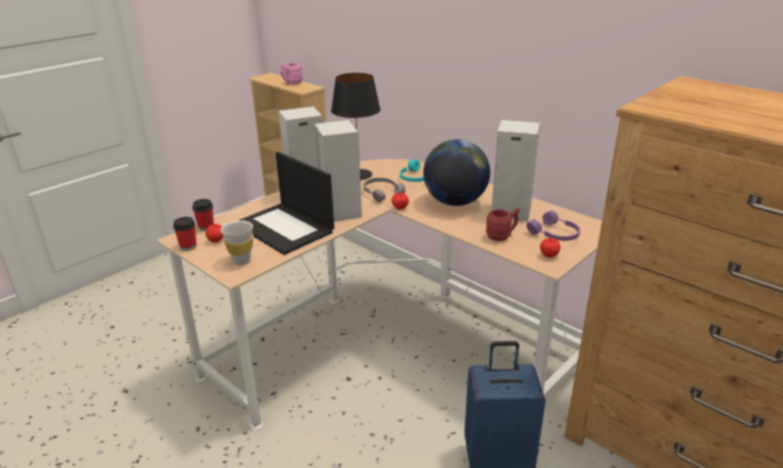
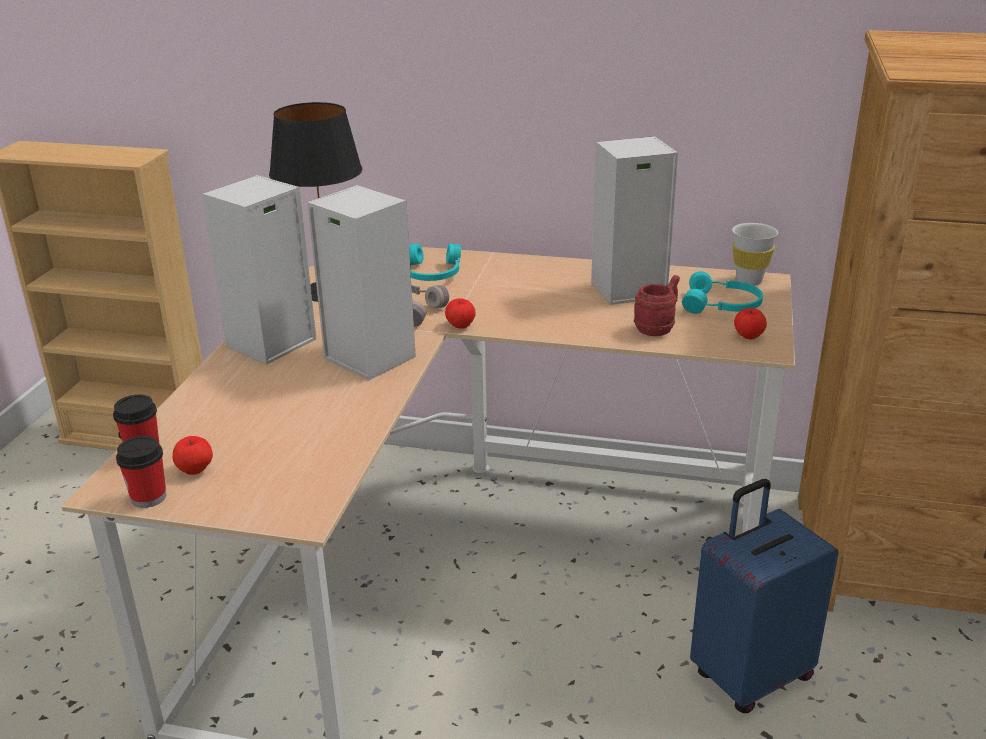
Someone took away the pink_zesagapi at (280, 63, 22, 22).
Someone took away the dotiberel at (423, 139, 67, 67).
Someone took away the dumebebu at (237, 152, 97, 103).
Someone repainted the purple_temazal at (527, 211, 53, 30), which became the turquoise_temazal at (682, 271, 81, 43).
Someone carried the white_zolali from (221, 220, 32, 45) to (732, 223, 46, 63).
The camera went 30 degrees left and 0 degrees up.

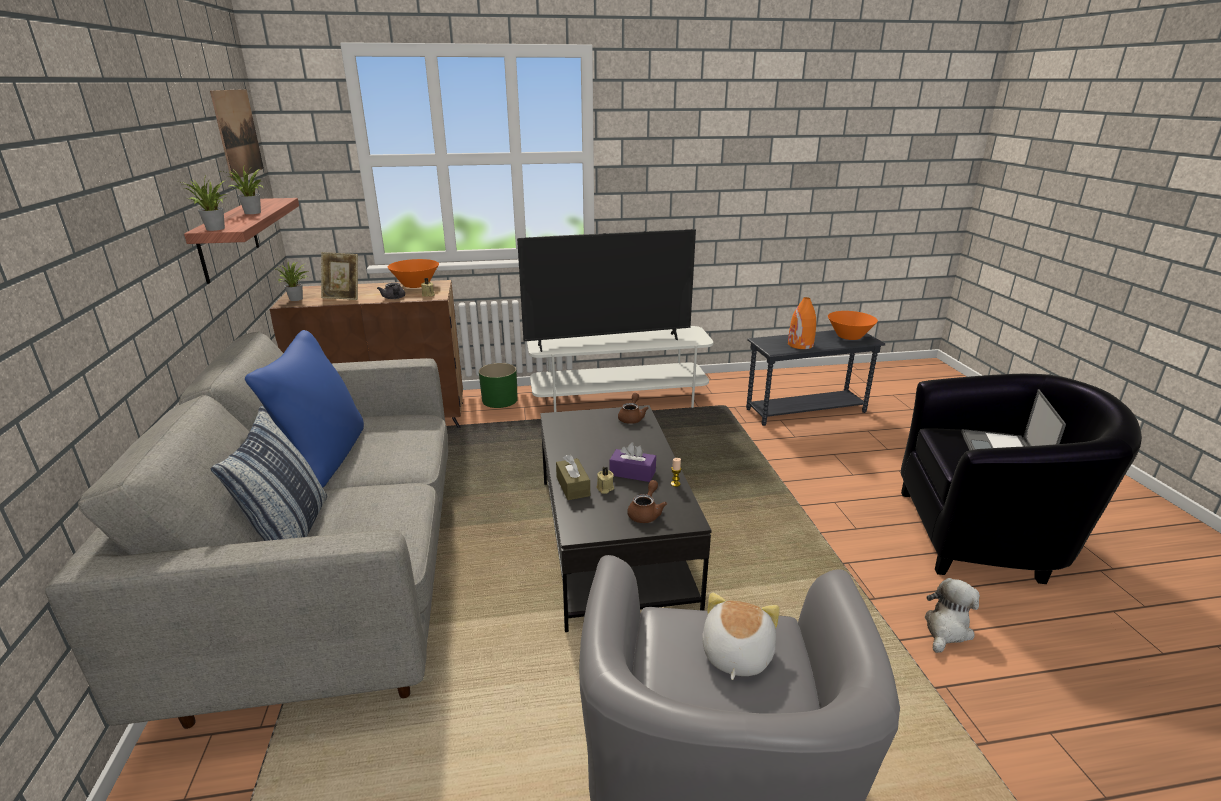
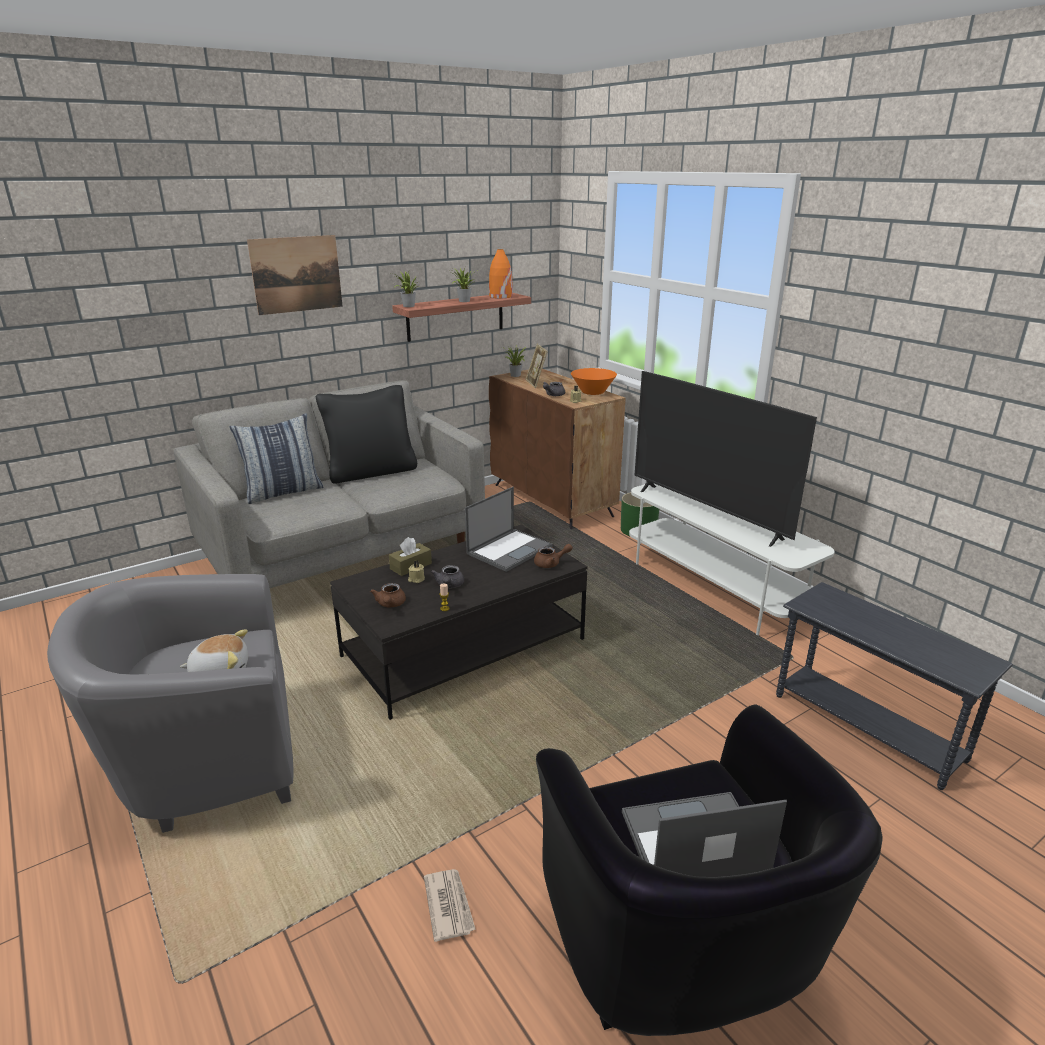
Someone carried the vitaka from (210, 89, 54, 92) to (247, 235, 96, 80).
Someone carried the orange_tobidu from (788, 297, 28, 52) to (489, 249, 24, 49).
Someone took away the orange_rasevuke at (828, 311, 50, 29).
Someone repainted the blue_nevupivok at (245, 330, 119, 158), which became the black_nevupivok at (316, 385, 101, 99).
Someone swapped the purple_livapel at (609, 442, 47, 40) for the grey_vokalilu at (431, 565, 33, 23).
Someone rotated the brown_vokalilu at (627, 480, 40, 43) by 90 degrees clockwise.
Someone swapped the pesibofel at (925, 578, 55, 75) for the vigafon at (424, 869, 52, 73).
Someone put down the dumebebu at (465, 487, 87, 85).
The camera went 65 degrees right and 0 degrees up.

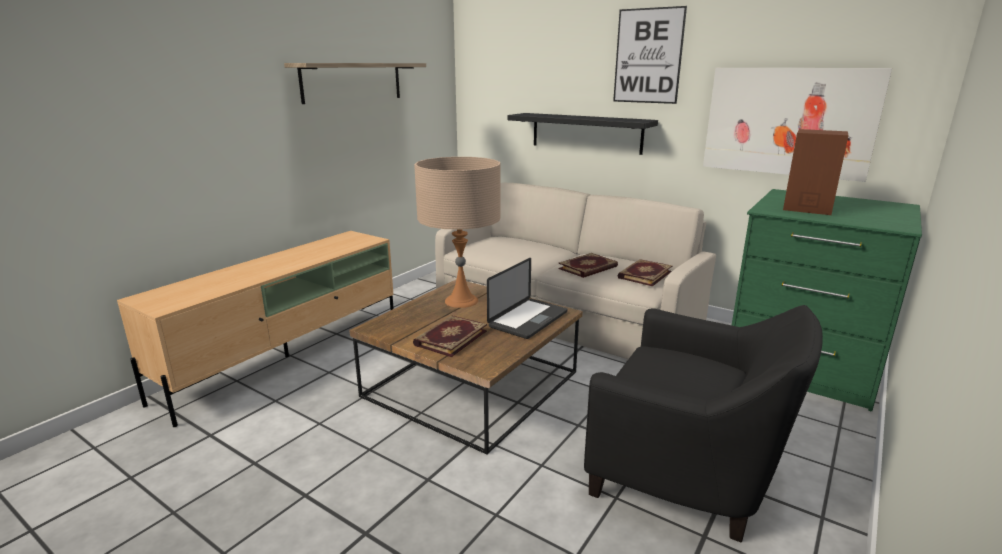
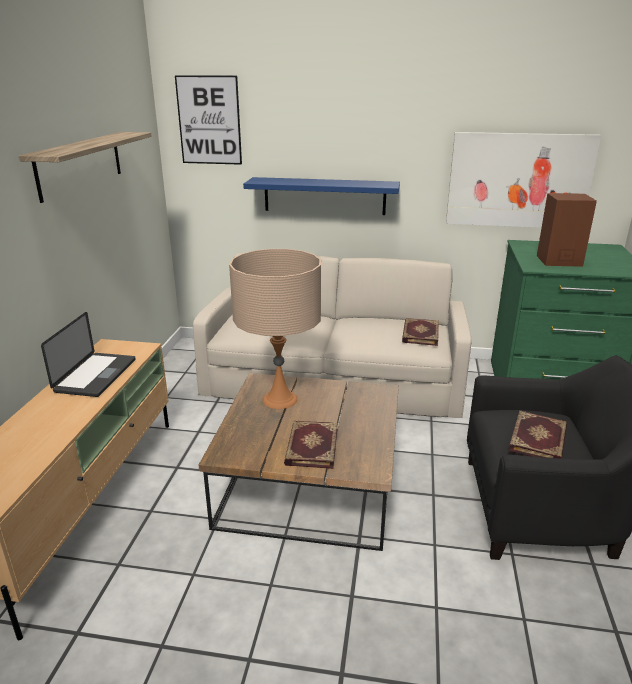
Someone carried the vitaka from (613, 6, 74, 98) to (175, 75, 67, 90).
Someone repainted the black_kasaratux at (507, 113, 151, 42), which became the blue_kasaratux at (243, 177, 157, 38).
Someone carried the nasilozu from (558, 253, 60, 25) to (509, 410, 58, 49).
Someone carried the dumebebu from (487, 258, 80, 81) to (41, 312, 94, 85).
The camera went 25 degrees left and 5 degrees up.

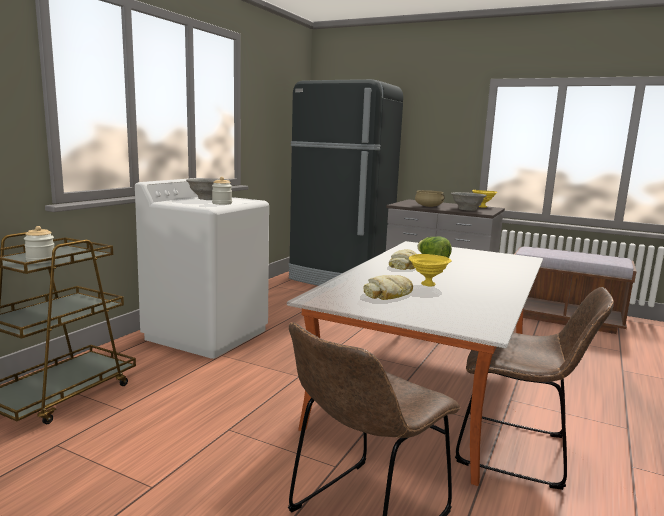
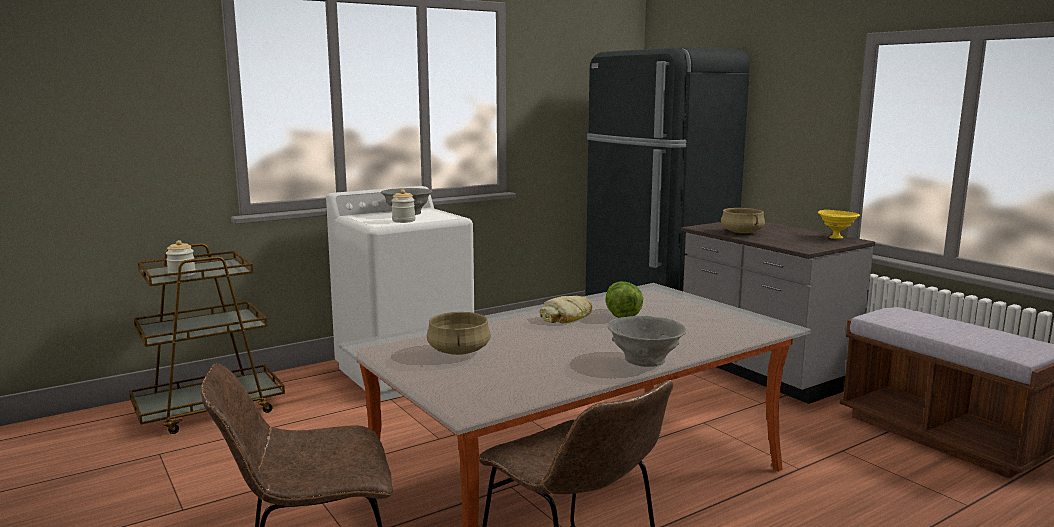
Someone carried the grey_rasevuke from (451, 192, 36, 19) to (608, 316, 78, 51).
Someone took away the yellow_rasevuke at (409, 254, 43, 32).
Someone swapped the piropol at (363, 275, 50, 25) for the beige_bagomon at (427, 312, 64, 43).
The camera went 30 degrees right and 0 degrees up.

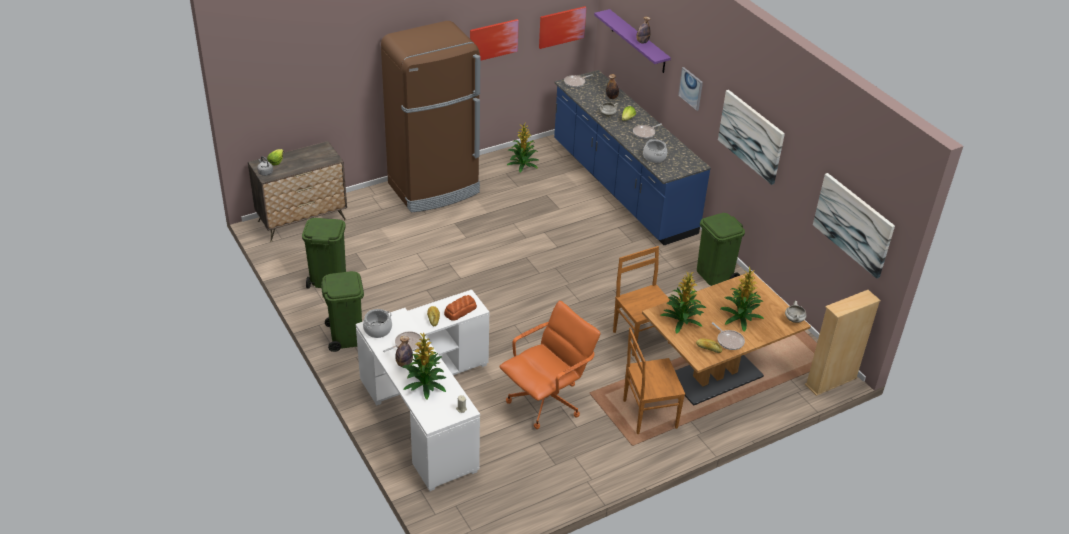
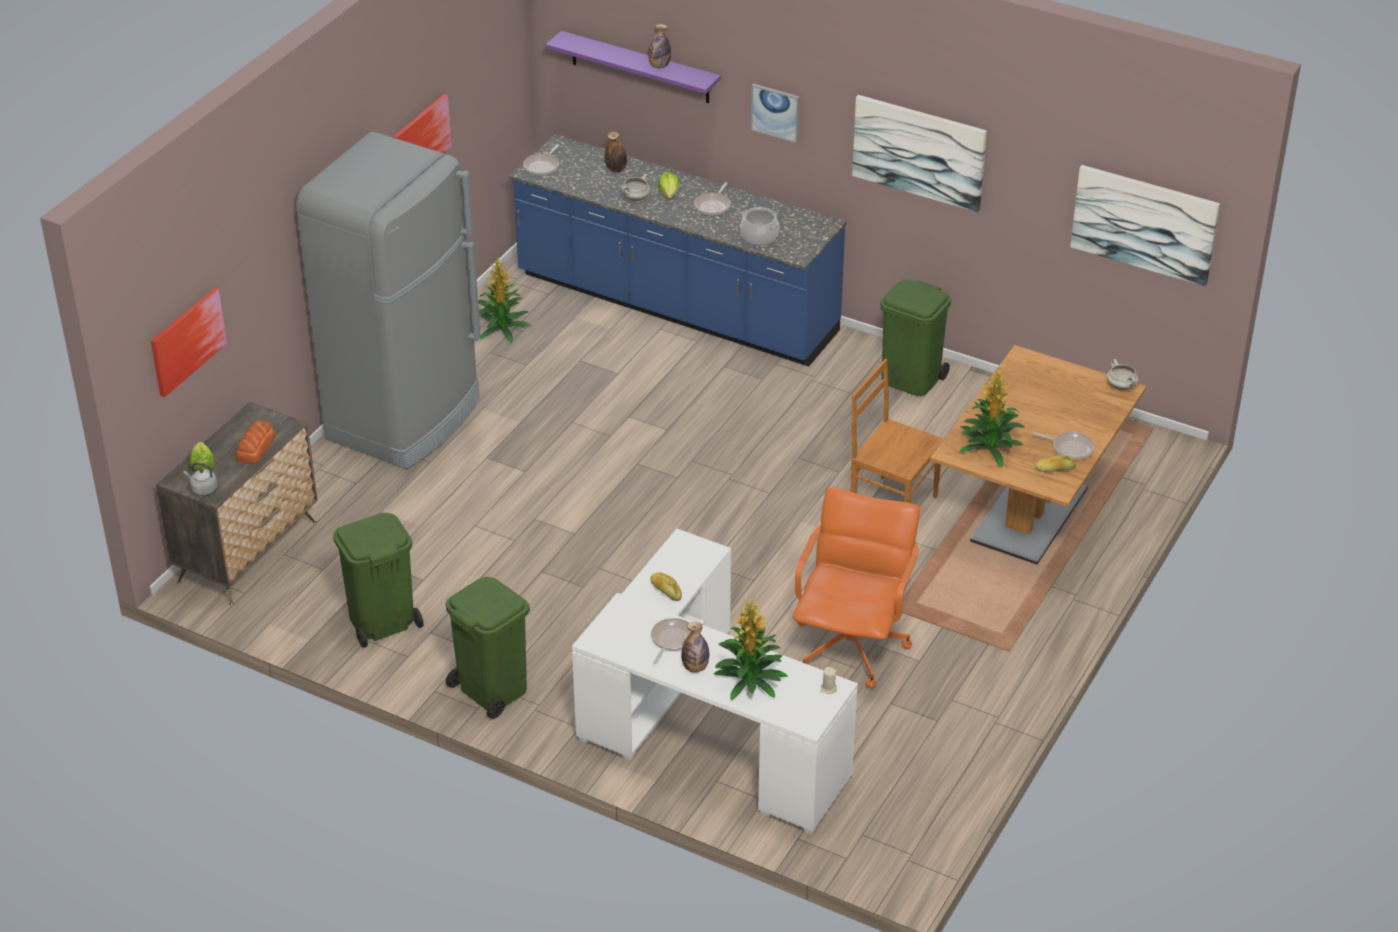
Someone carried the vitaka from (539, 6, 48, 43) to (151, 288, 76, 109).
Someone repainted the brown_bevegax at (381, 21, 99, 192), which became the grey_bevegax at (297, 132, 184, 337).
Someone took away the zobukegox at (721, 266, 43, 66).
Someone took away the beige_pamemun at (805, 290, 76, 106).
Someone carried the piropol from (444, 295, 33, 26) to (236, 421, 40, 43).
Someone took away the bagomon at (363, 309, 29, 29).
Someone took away the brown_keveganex at (623, 328, 62, 106).
The camera went 30 degrees left and 0 degrees up.

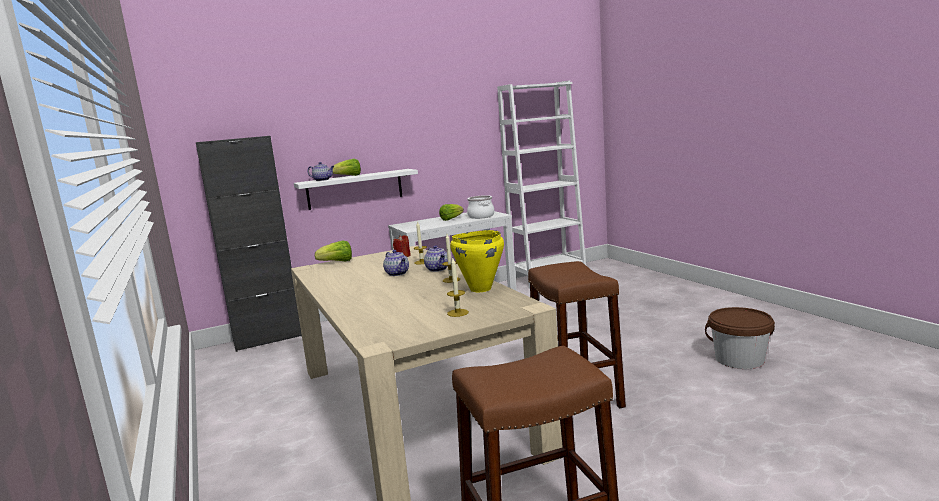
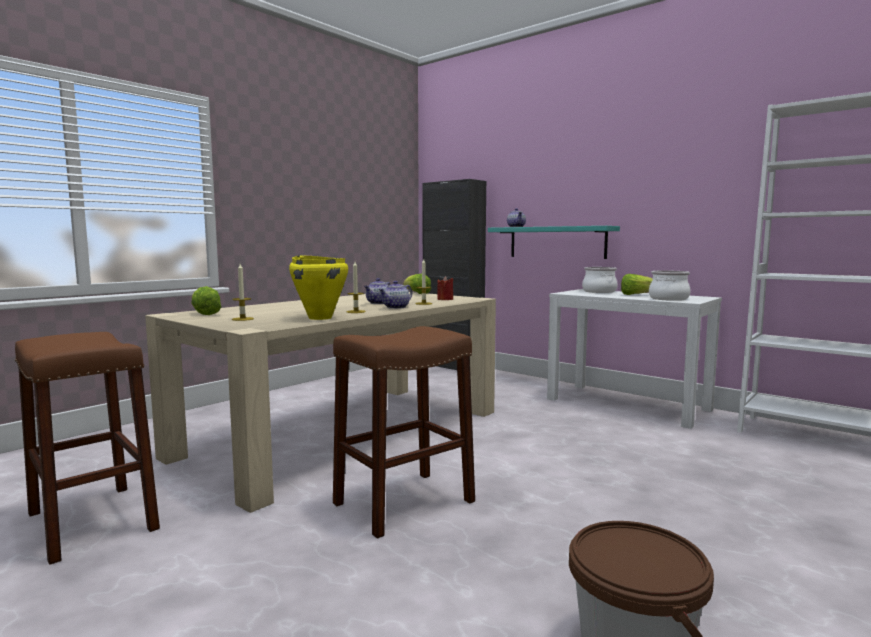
Someone carried the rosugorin from (333, 159, 28, 17) to (191, 286, 30, 29).
Someone repainted the white_kasaratux at (294, 169, 124, 41), which became the turquoise_kasaratux at (488, 226, 132, 33).
Someone put down the bagomon at (582, 267, 36, 26).
The camera went 65 degrees right and 5 degrees down.

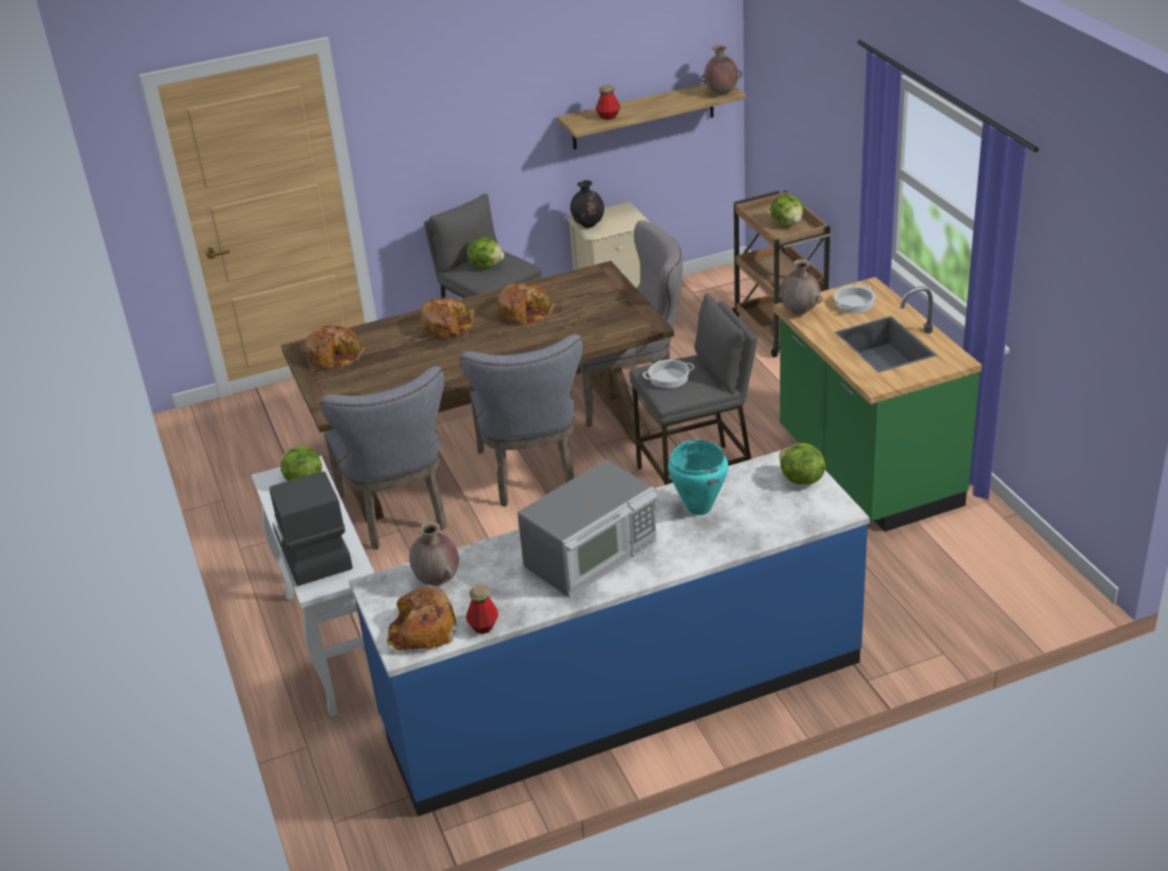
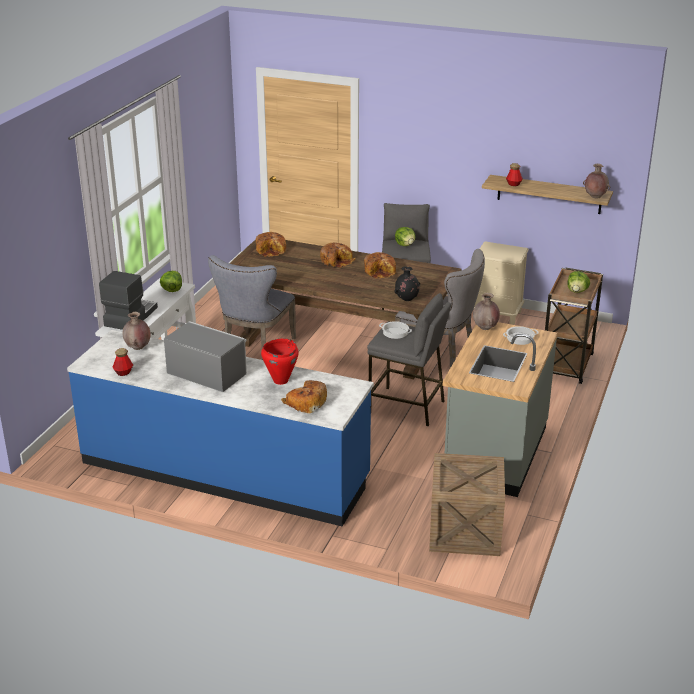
Someone carried the black_tobidu from (570, 180, 34, 48) to (394, 267, 26, 34).
Someone repainted the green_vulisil at (773, 277, 209, 255), which became the grey_vulisil at (442, 322, 115, 175).
Someone took away the grey_keveganex at (460, 334, 123, 172).
Someone repainted the turquoise_bagomon at (668, 440, 60, 75), which became the red_bagomon at (261, 338, 38, 47).
Someone took away the rosugorin at (779, 443, 47, 41).
Someone rotated the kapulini at (517, 459, 140, 138) by 150 degrees counterclockwise.
Someone carried the piropol from (386, 586, 71, 65) to (281, 380, 46, 34).
Someone put down the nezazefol at (429, 453, 76, 103).
The camera went 40 degrees right and 5 degrees down.

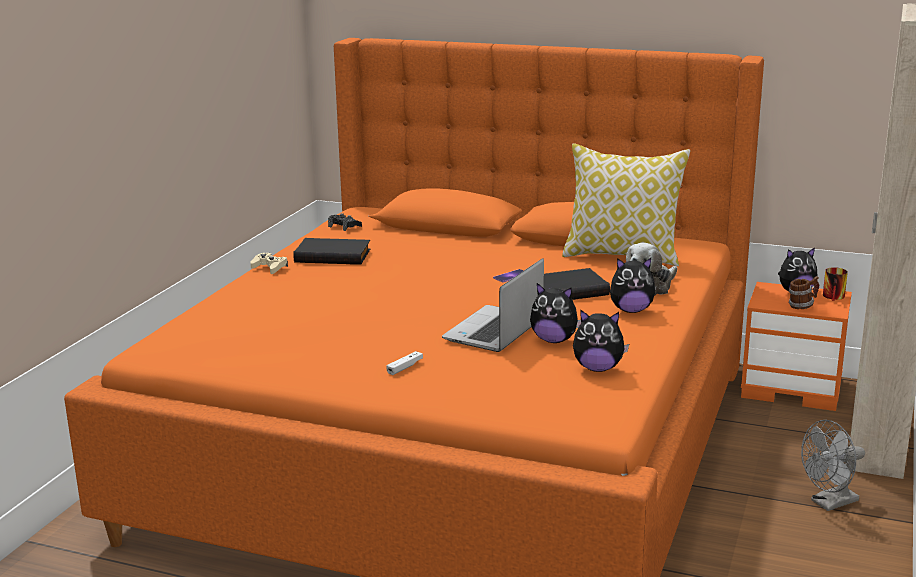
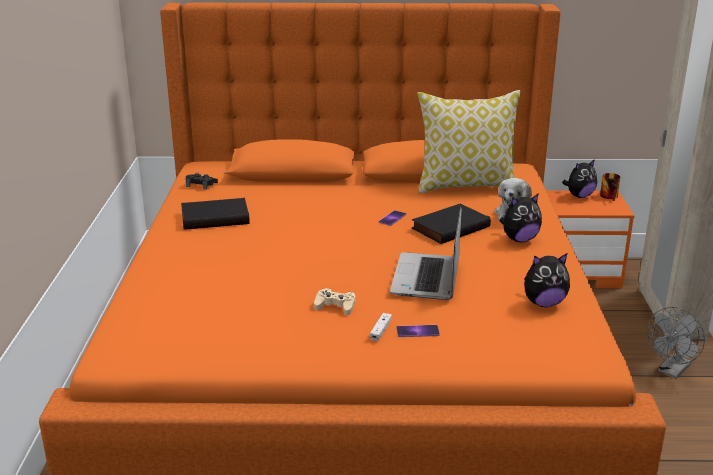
Someone carried the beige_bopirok from (250, 253, 38, 21) to (314, 288, 42, 28).
Someone took away the zesagapi at (788, 276, 31, 33).
Someone took away the pesibofel at (530, 283, 51, 60).
Someone put down the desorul at (396, 325, 44, 12).
The camera went 20 degrees left and 5 degrees up.

